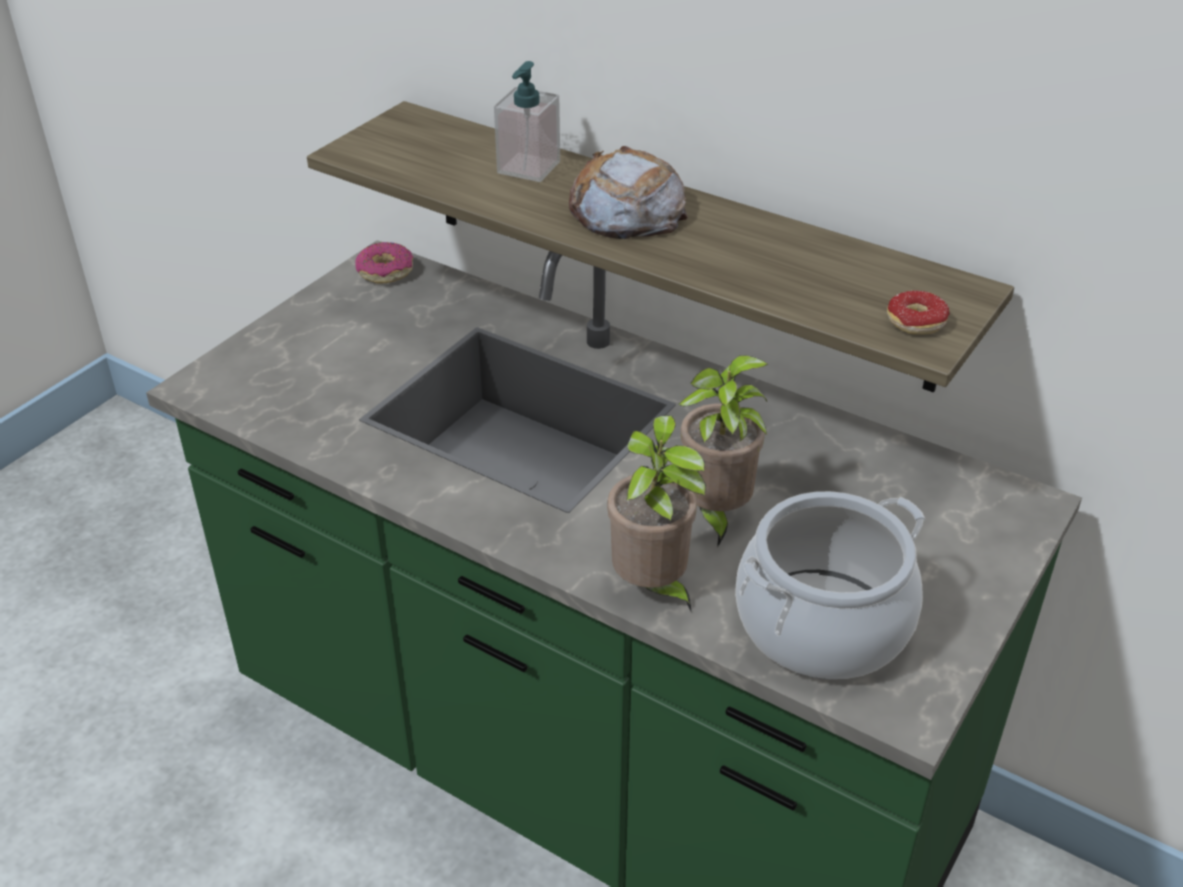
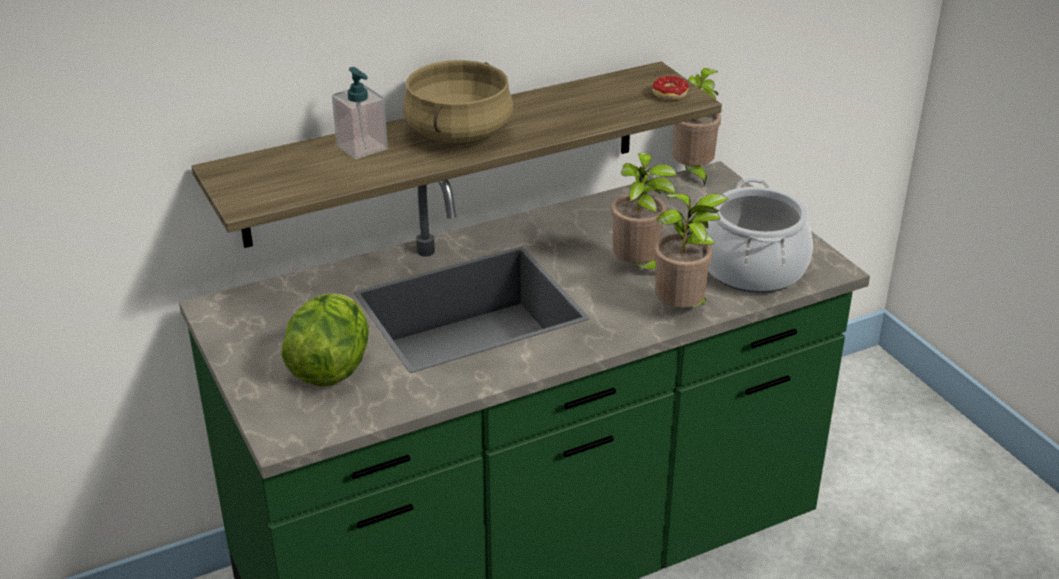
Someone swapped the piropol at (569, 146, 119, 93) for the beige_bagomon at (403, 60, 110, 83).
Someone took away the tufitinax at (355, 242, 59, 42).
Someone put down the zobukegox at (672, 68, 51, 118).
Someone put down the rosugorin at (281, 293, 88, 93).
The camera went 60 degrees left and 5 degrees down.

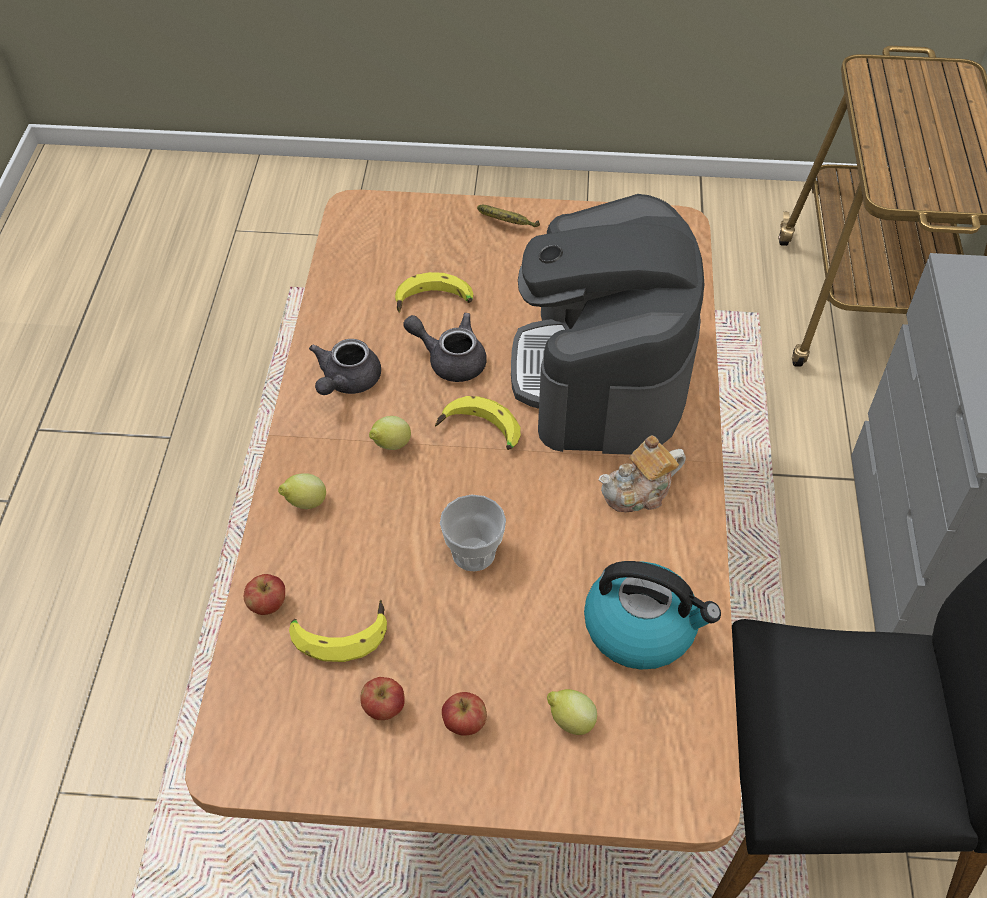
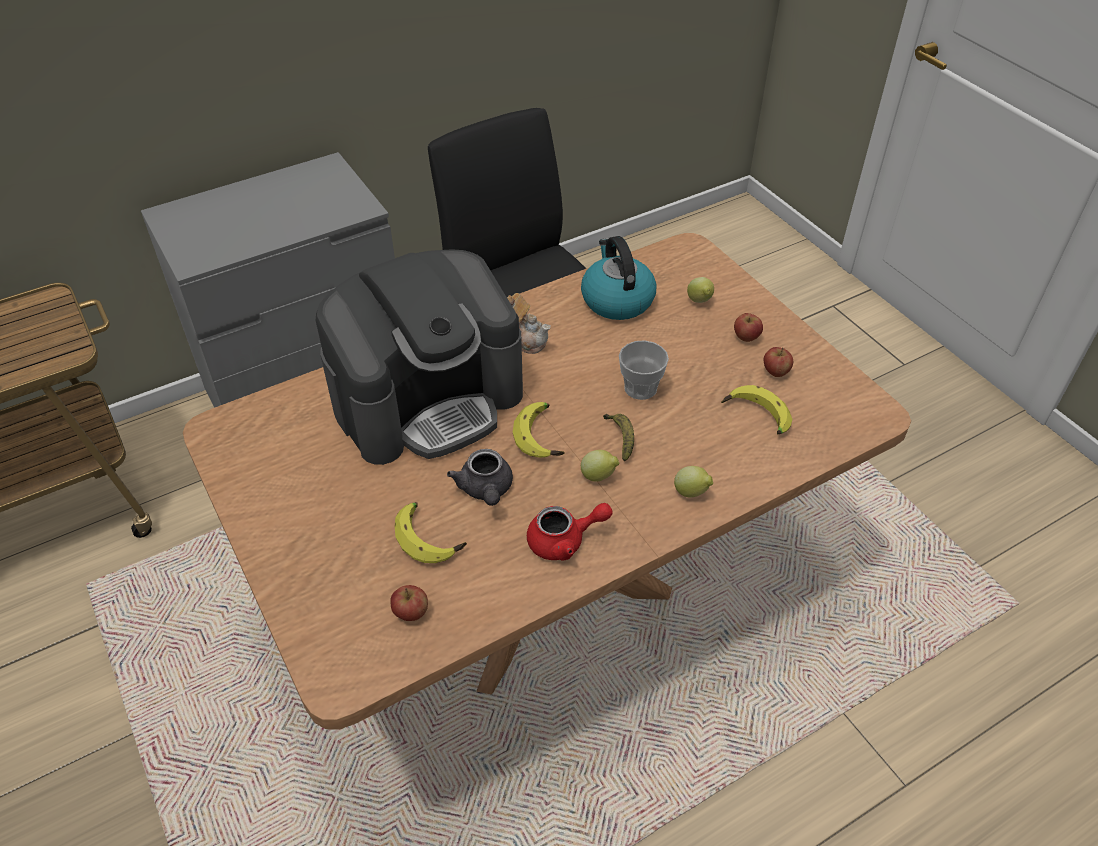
Someone carried the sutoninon from (477, 205, 63, 22) to (603, 414, 31, 47).
Someone repainted the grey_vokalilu at (309, 339, 72, 56), which became the red_vokalilu at (527, 503, 86, 57).
Someone carried the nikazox from (244, 574, 41, 41) to (390, 585, 38, 36).
The camera went 125 degrees left and 5 degrees down.

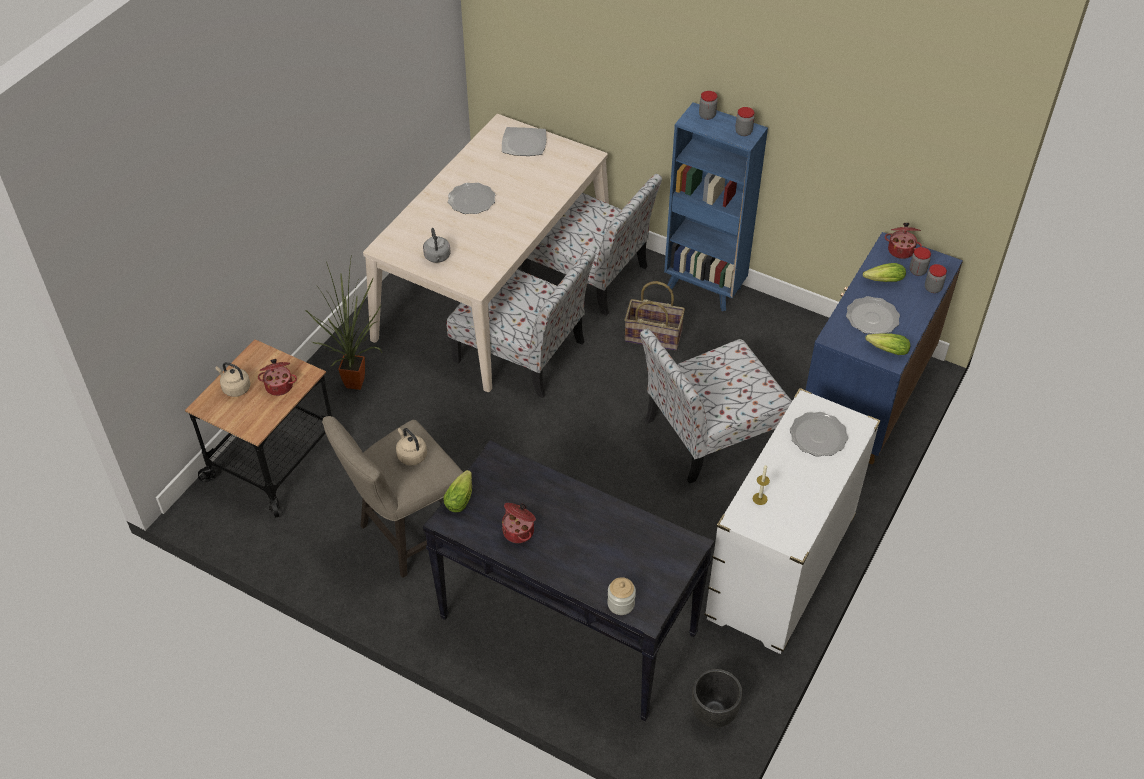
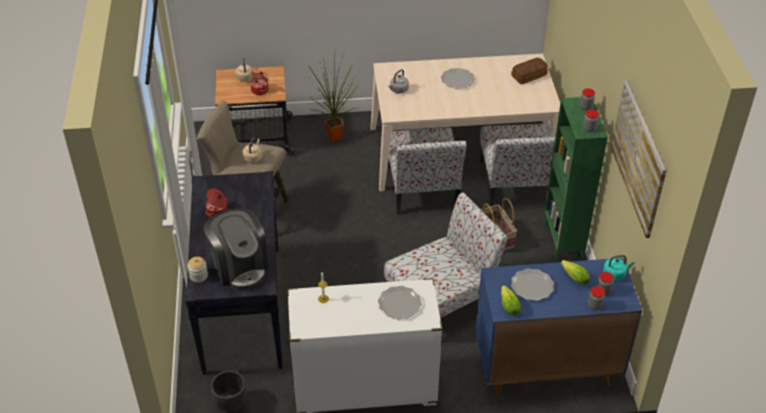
Someone repainted the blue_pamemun at (664, 102, 104, 209), which became the green_pamemun at (542, 97, 66, 164).
Someone swapped the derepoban at (502, 127, 44, 29) for the piropol at (511, 58, 37, 26).
Someone swapped the bagomon at (885, 223, 37, 36) for the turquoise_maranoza at (603, 255, 31, 26).
Someone rotated the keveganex at (640, 328, 152, 156) by 120 degrees clockwise.
Someone took away the rosugorin at (444, 470, 28, 42).
Someone put up the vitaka at (611, 81, 56, 157).
Someone put down the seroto at (204, 208, 65, 82).
The camera went 55 degrees right and 5 degrees down.

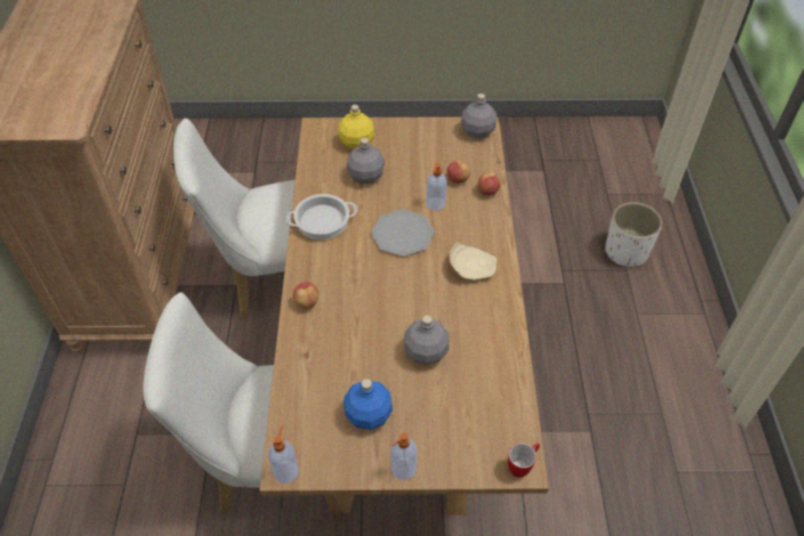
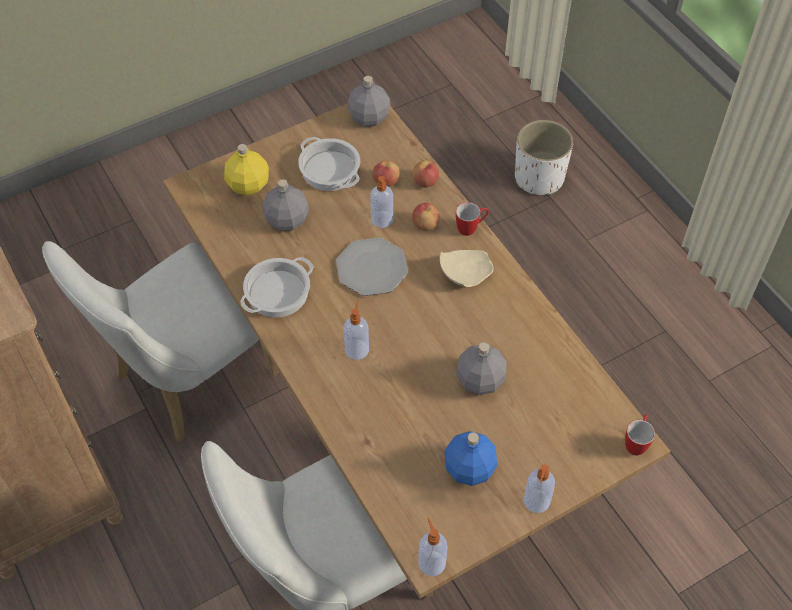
Someone carried the nikazox from (293, 282, 26, 27) to (412, 203, 28, 28).
Someone put down the bagomon at (298, 137, 62, 54).
Someone put down the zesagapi at (456, 202, 33, 34).
Someone put down the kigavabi at (344, 300, 25, 60).
The camera went 30 degrees left and 5 degrees up.

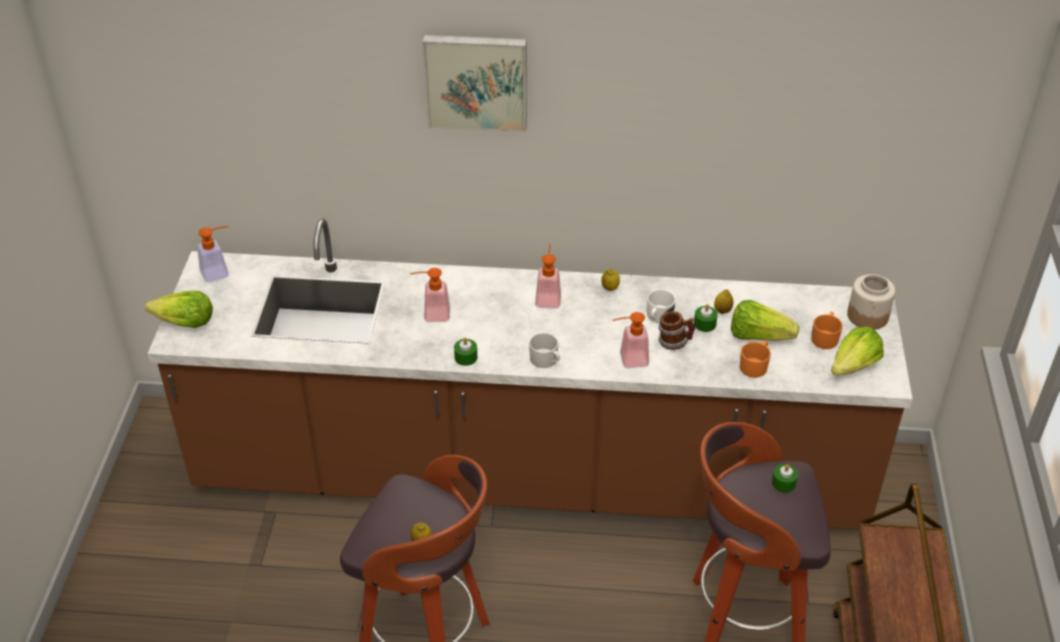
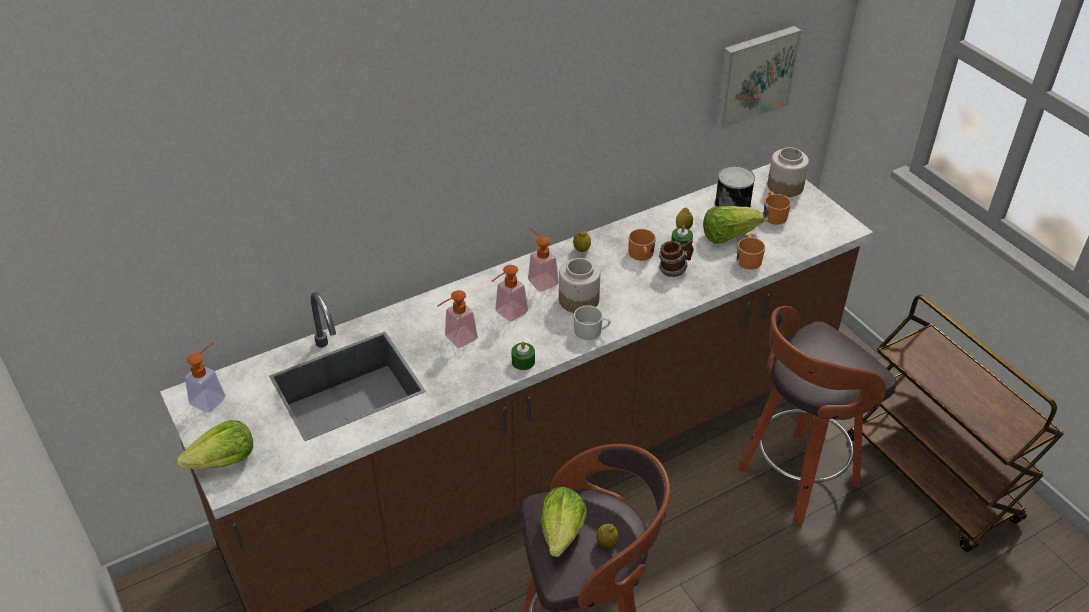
Someone carried the vitaka from (422, 35, 105, 97) to (715, 26, 87, 103).
Someone repainted the white_zesagapi at (647, 289, 29, 34), which became the orange_zesagapi at (629, 229, 27, 32).
Someone carried the kigavabi from (613, 312, 36, 56) to (492, 265, 36, 57).
Someone carried the rosugorin from (831, 326, 53, 50) to (541, 487, 46, 70).
Someone took away the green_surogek at (772, 464, 26, 29).
Someone put down the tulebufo at (715, 166, 40, 42).
Someone put down the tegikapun at (559, 258, 41, 55).
The camera went 35 degrees left and 0 degrees up.

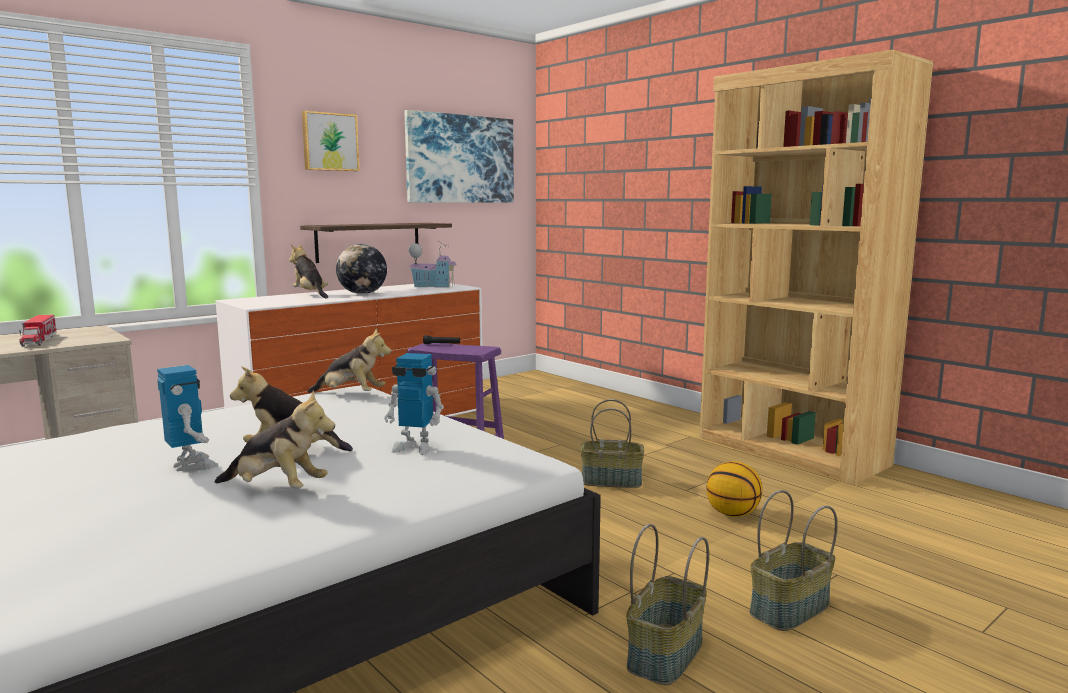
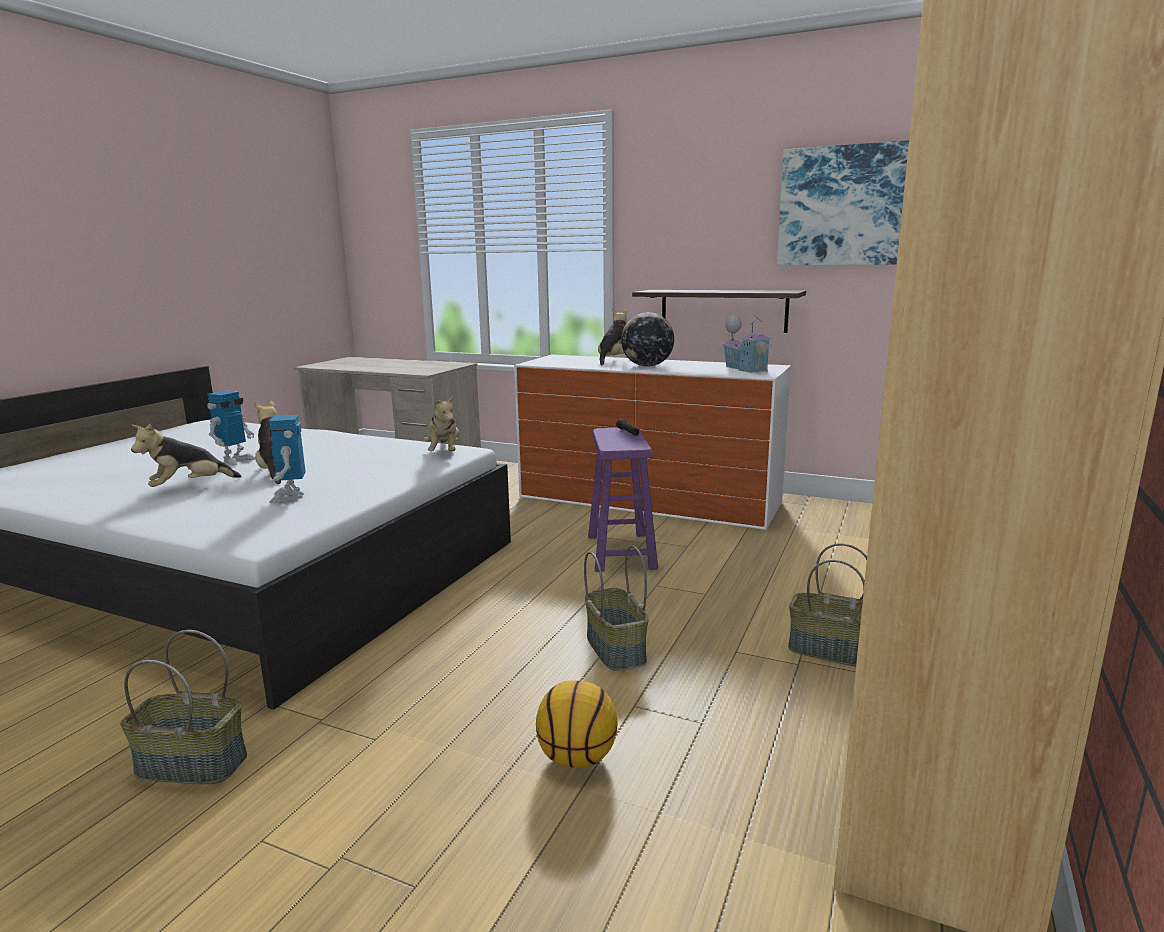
Someone took away the vitaka at (302, 111, 58, 60).
Someone took away the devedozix at (19, 314, 38, 33).
Someone rotated the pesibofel at (215, 390, 120, 98) by 60 degrees clockwise.
Someone carried the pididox from (750, 490, 88, 141) to (788, 543, 79, 123).
The camera went 65 degrees right and 5 degrees up.

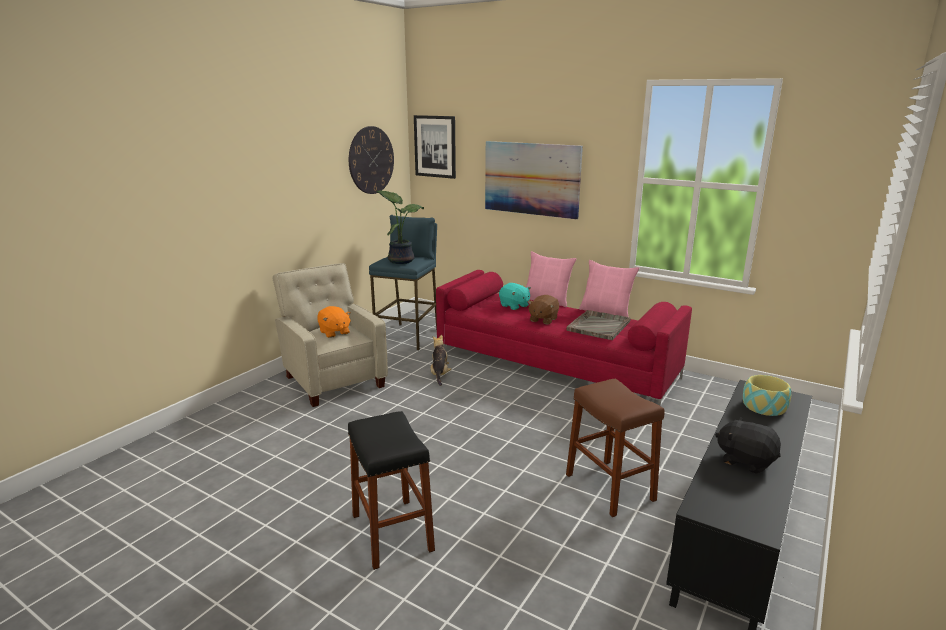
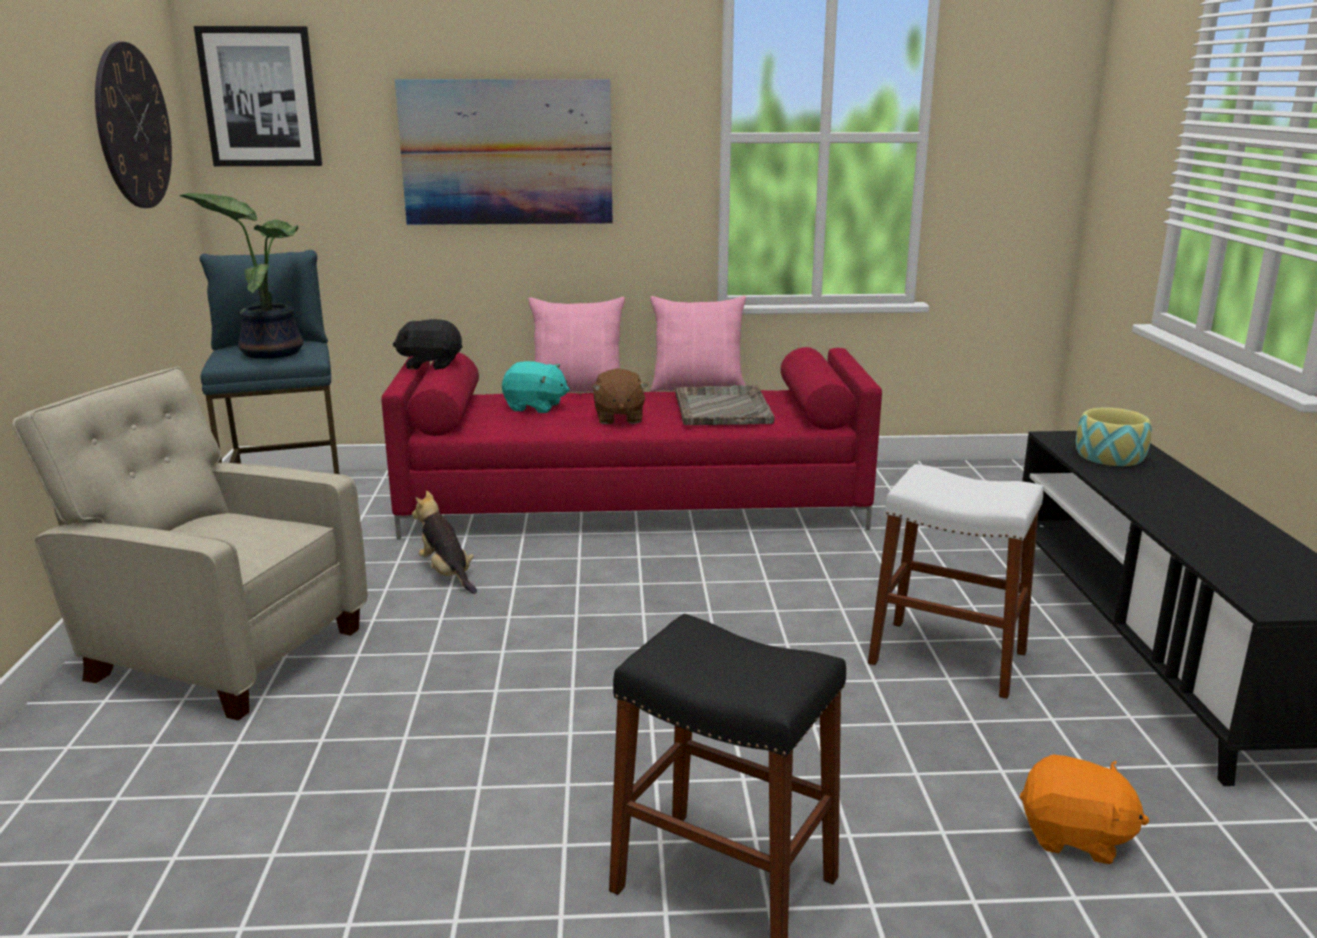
Someone carried the orange_pesibofel from (318, 306, 33, 32) to (1019, 754, 130, 110).
Someone repainted the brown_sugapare at (566, 379, 99, 138), which became the white_sugapare at (868, 464, 176, 235).
Someone carried the black_pesibofel from (715, 417, 66, 56) to (393, 319, 69, 51).
The camera went 35 degrees left and 0 degrees up.

